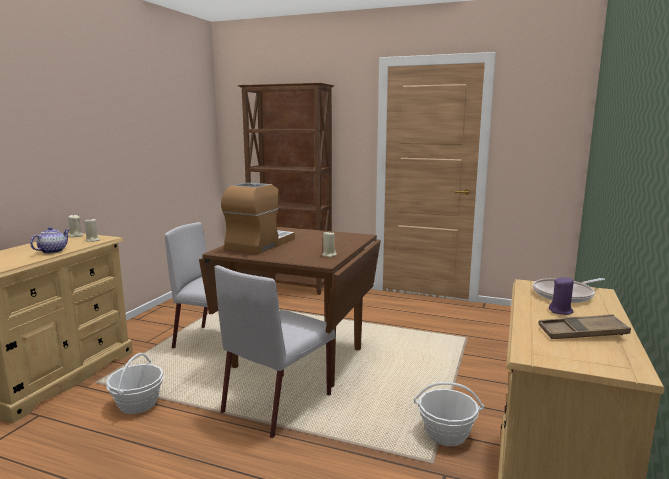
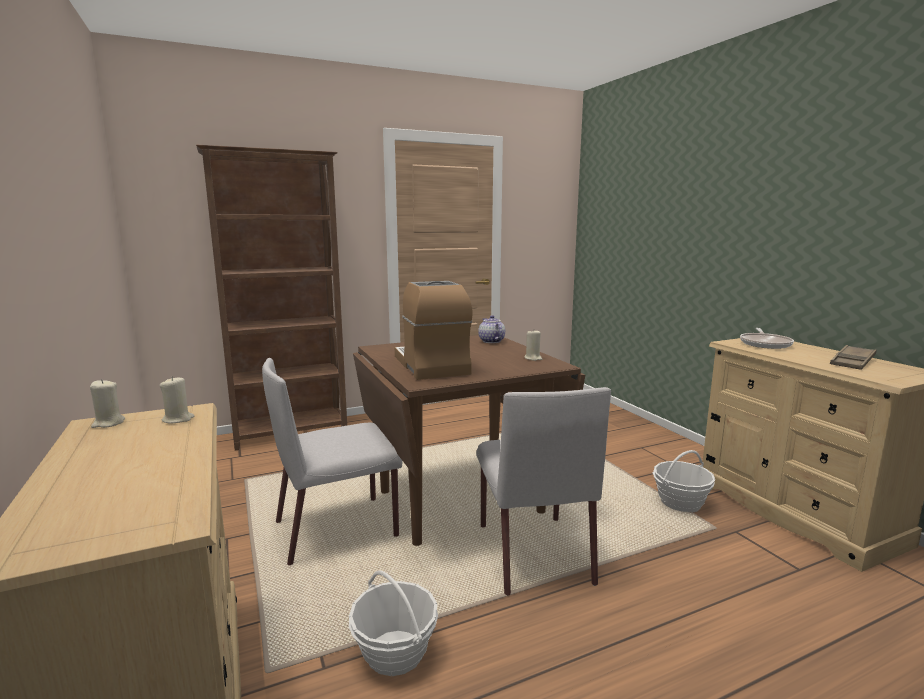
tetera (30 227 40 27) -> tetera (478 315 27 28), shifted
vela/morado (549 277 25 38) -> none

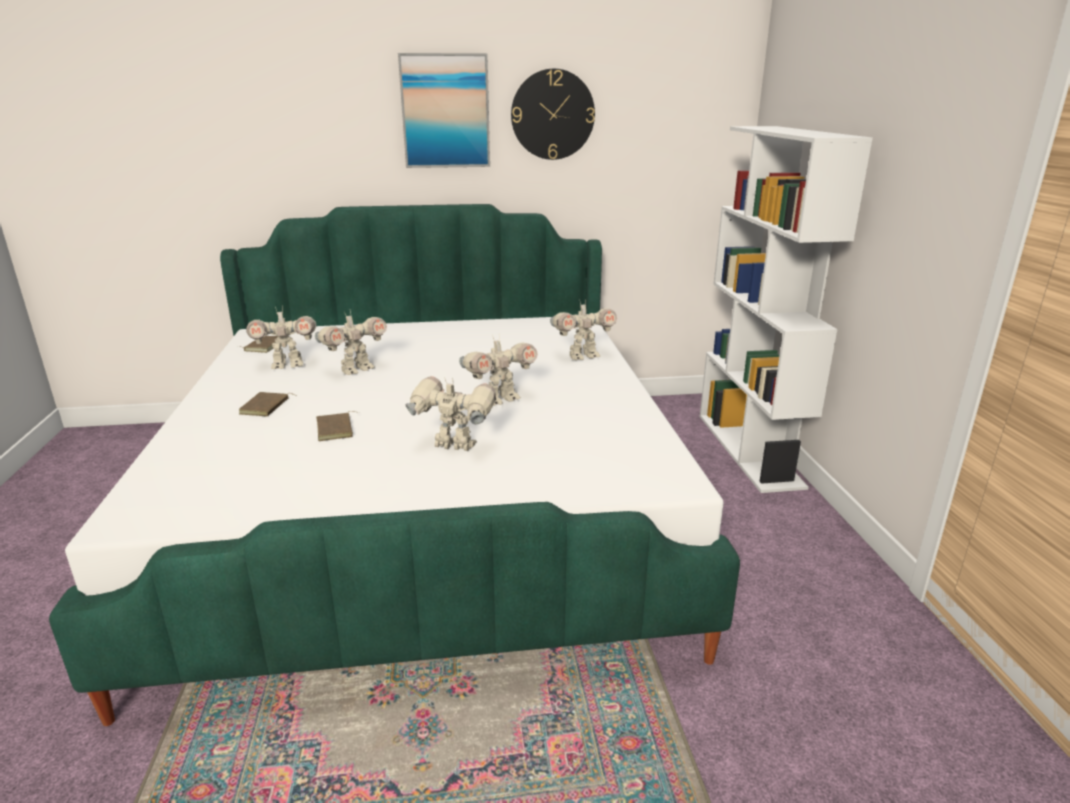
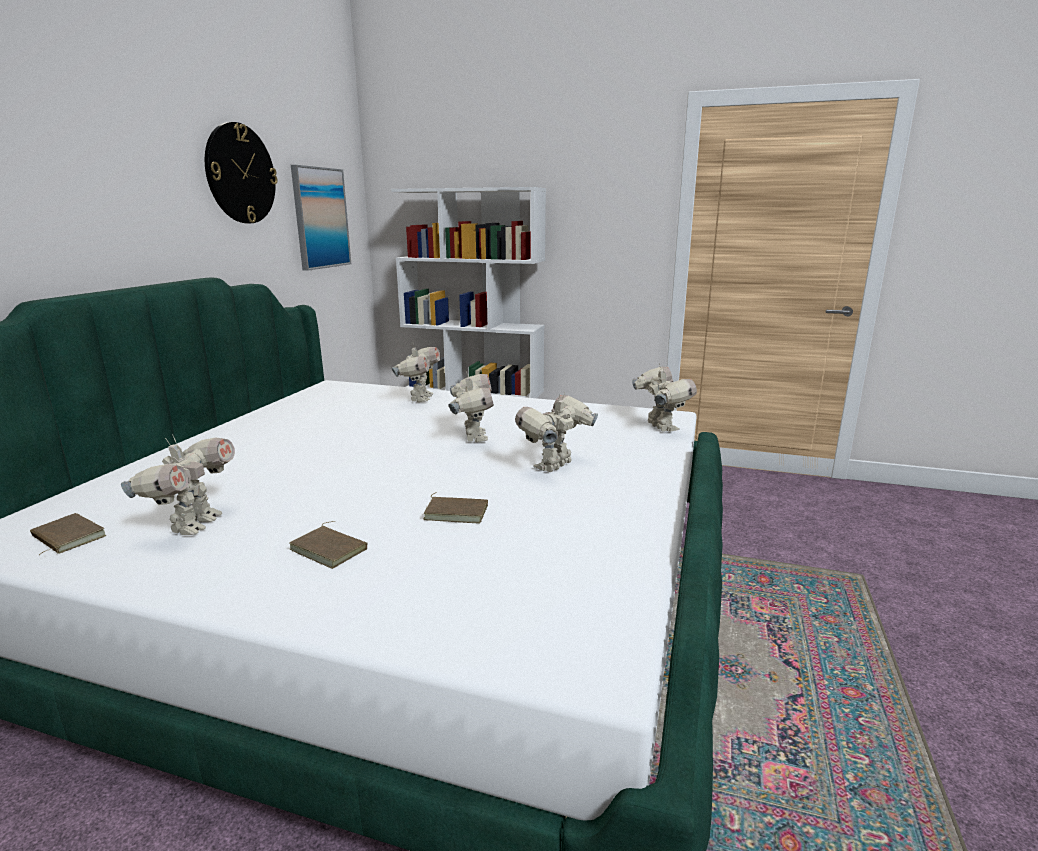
cuadro (398 53 92 115) -> cuadro (291 165 60 106), shifted
robot de juguete (315 311 72 64) -> robot de juguete (632 364 65 68), shifted

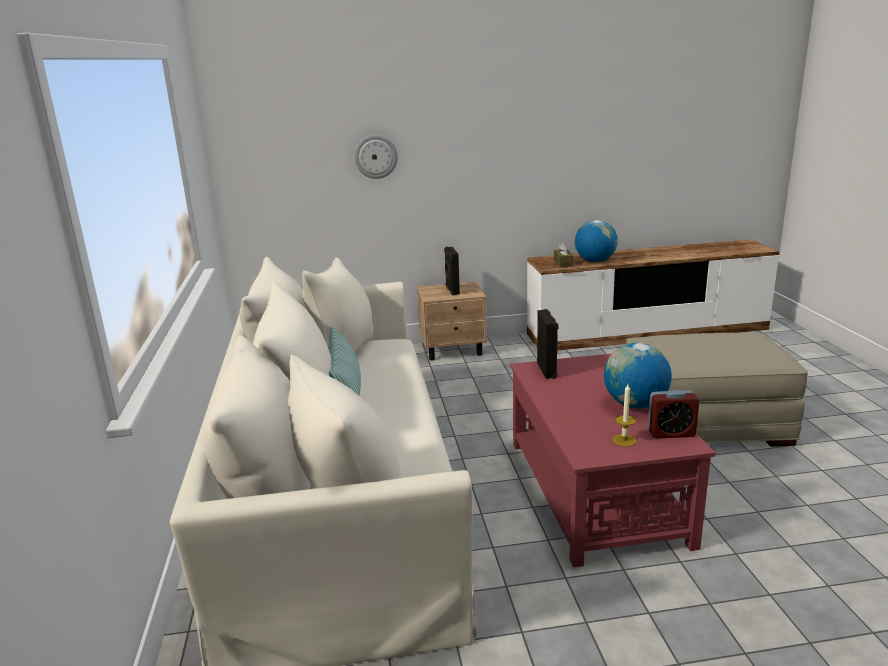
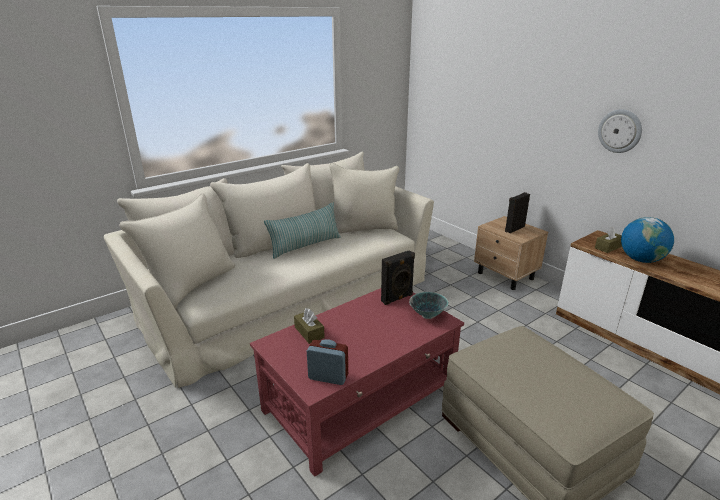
reloj de pared (354 134 44 45) -> reloj de pared (598 109 44 44), shifted
globo terráqueo (604 343 68 65) -> none
vela (612 384 24 62) -> none
despertador (648 390 51 49) -> despertador (307 339 41 46), 135 degrees clockwise
none -> cuenco (409 292 40 27)
none -> caja de pañuelos/marrón (294 308 31 36)

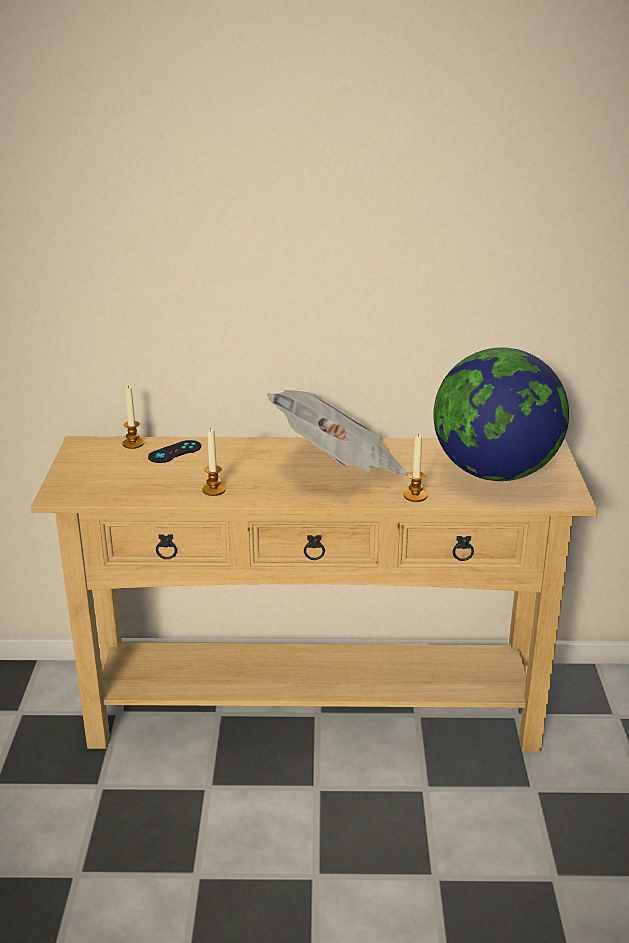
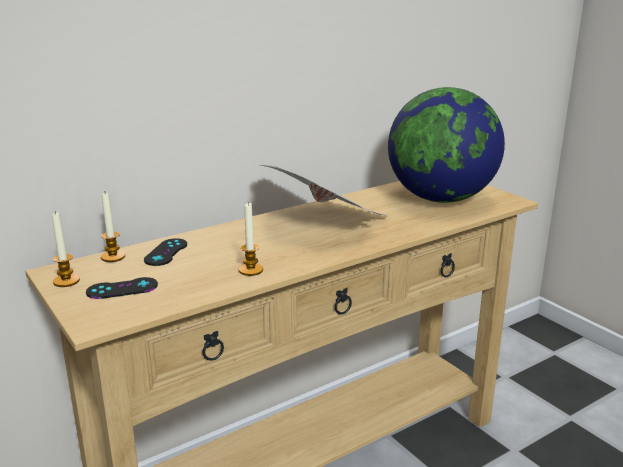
vela (404 434 23 68) -> vela (52 211 28 76), shifted
none -> mando de consola/negro (86 277 72 22)

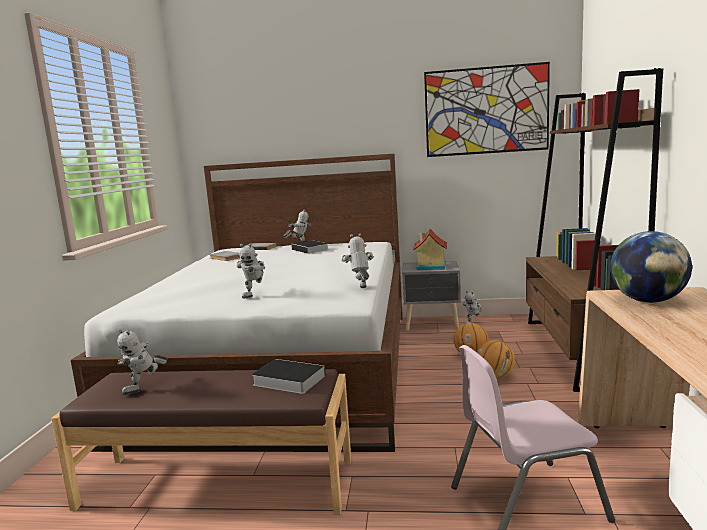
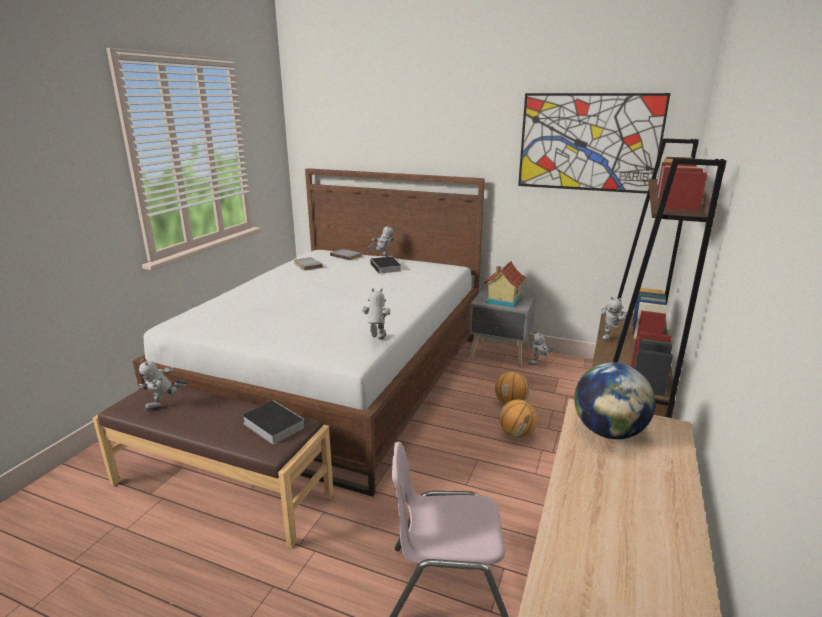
robot de juguete (237 243 28 55) -> robot de juguete (601 297 26 44), shifted

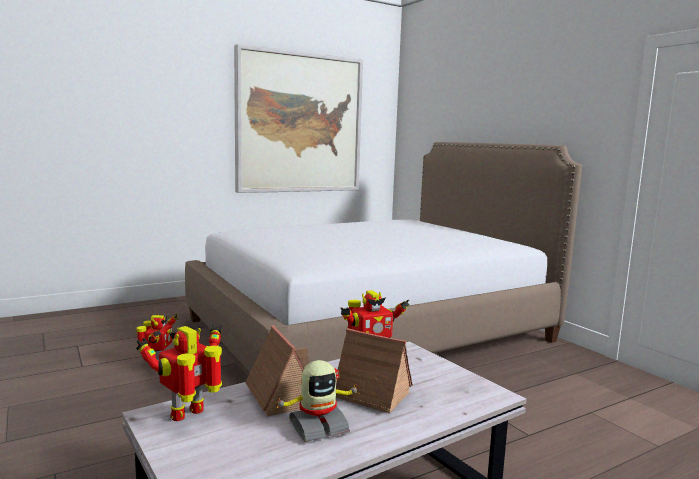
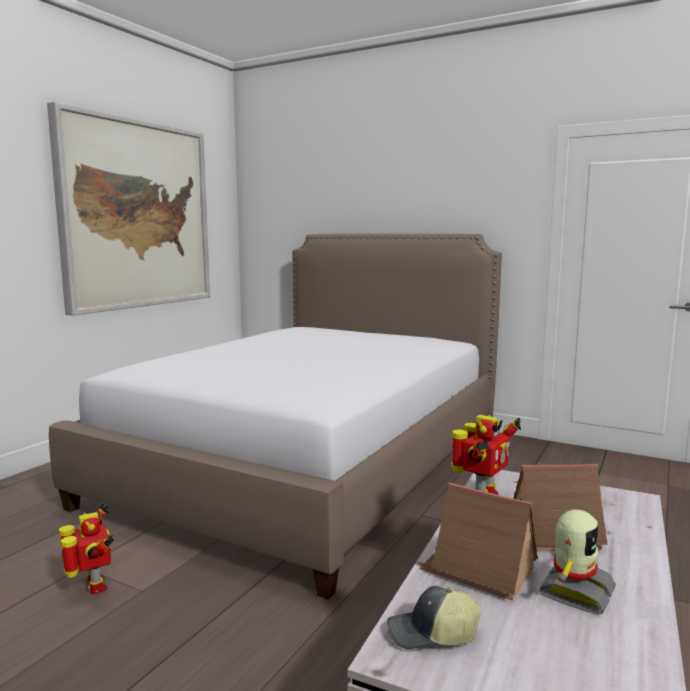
robot de juguete (136 324 86 97) -> gorra (387 585 95 64)

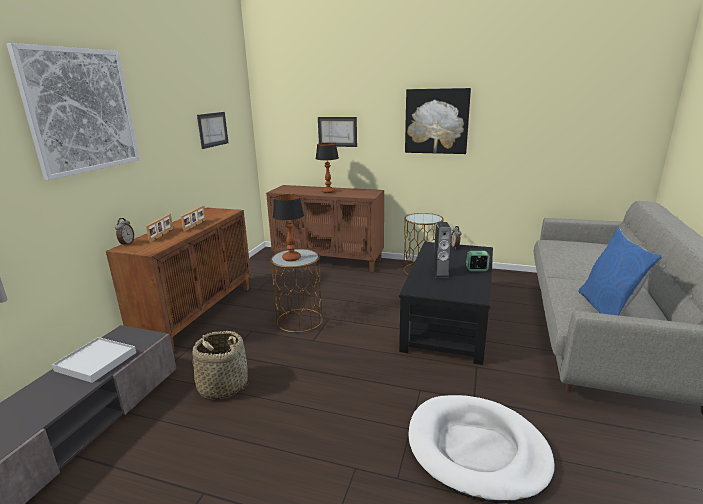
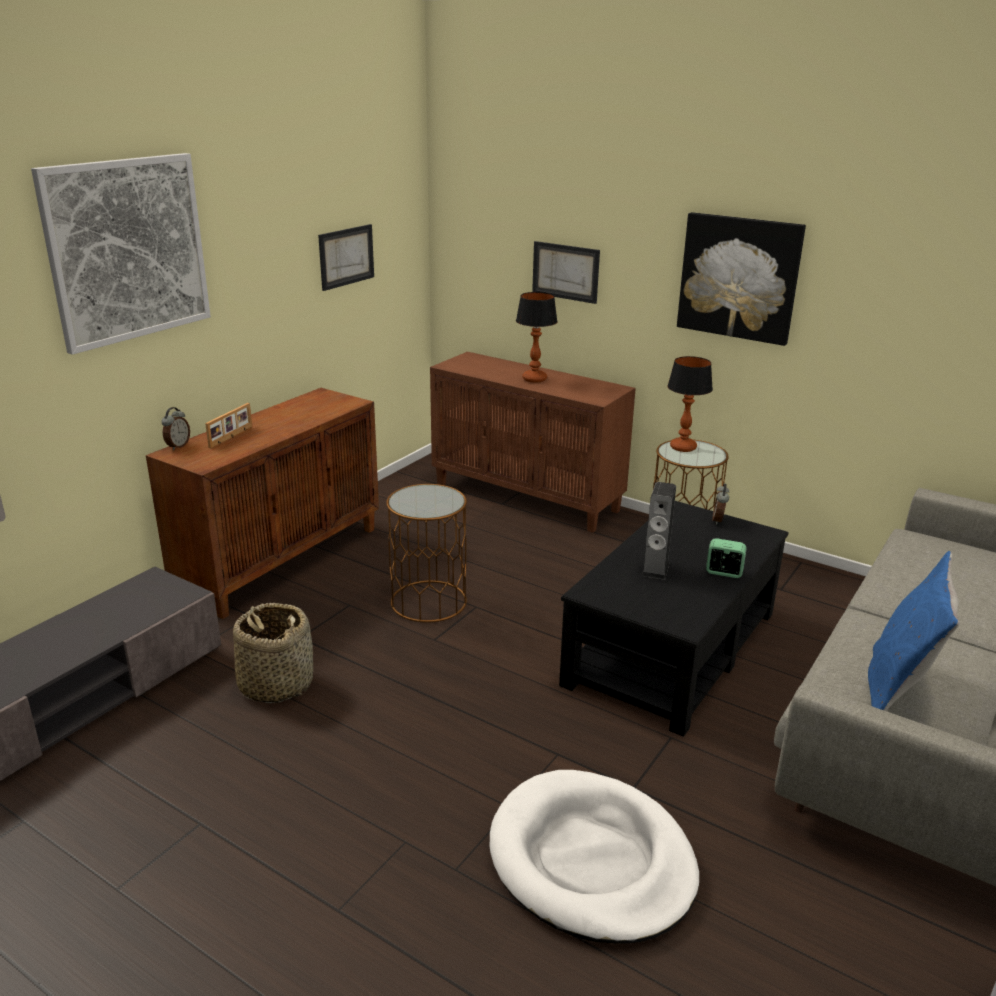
lámpara de mesa (273 194 31 67) -> lámpara de mesa (667 356 46 96), shifted
portarretratos (181 206 25 26) -> none
bandeja/blanco (52 337 84 46) -> none

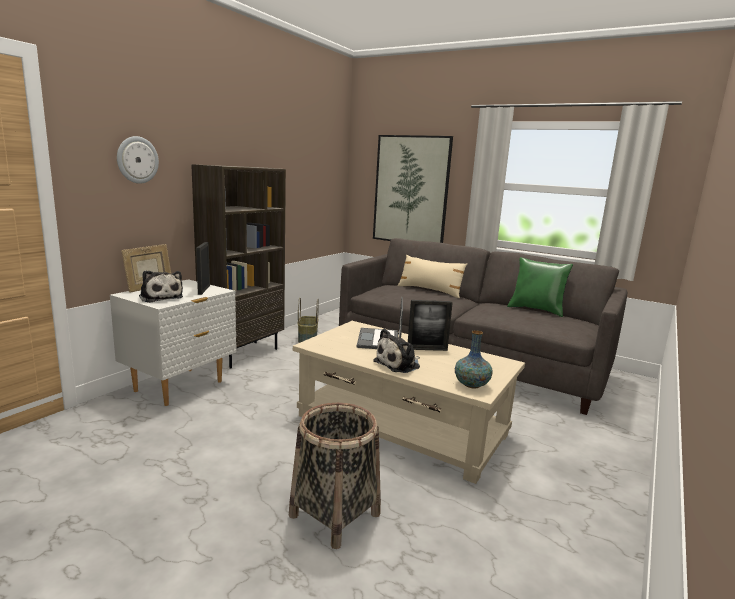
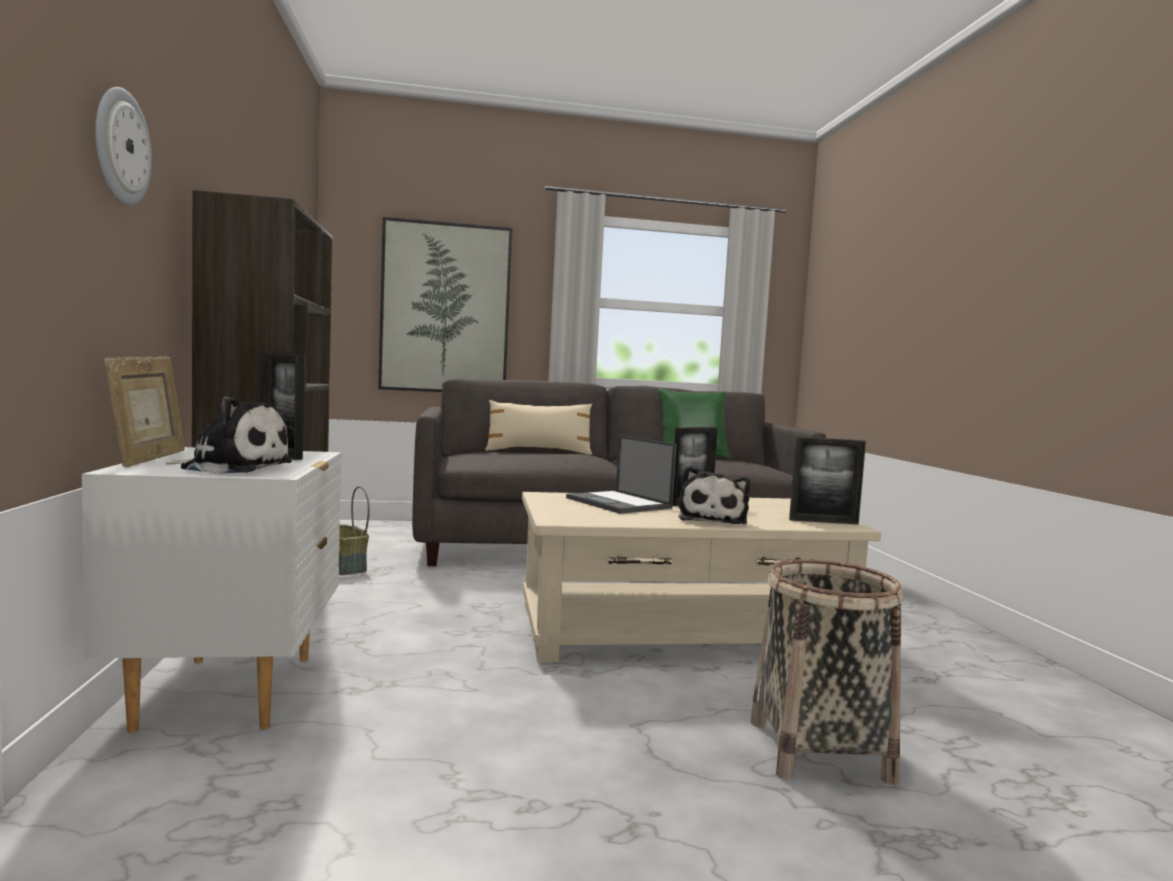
florero (455 330 37 59) -> portarretratos (789 437 77 88)

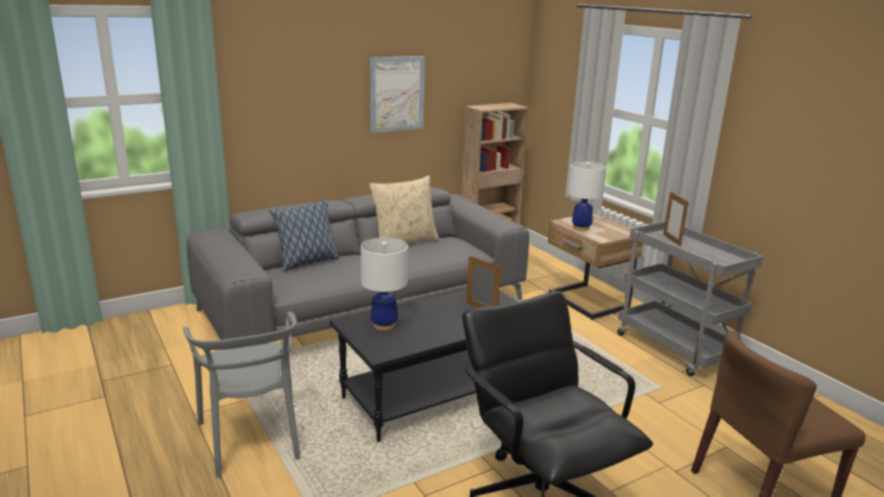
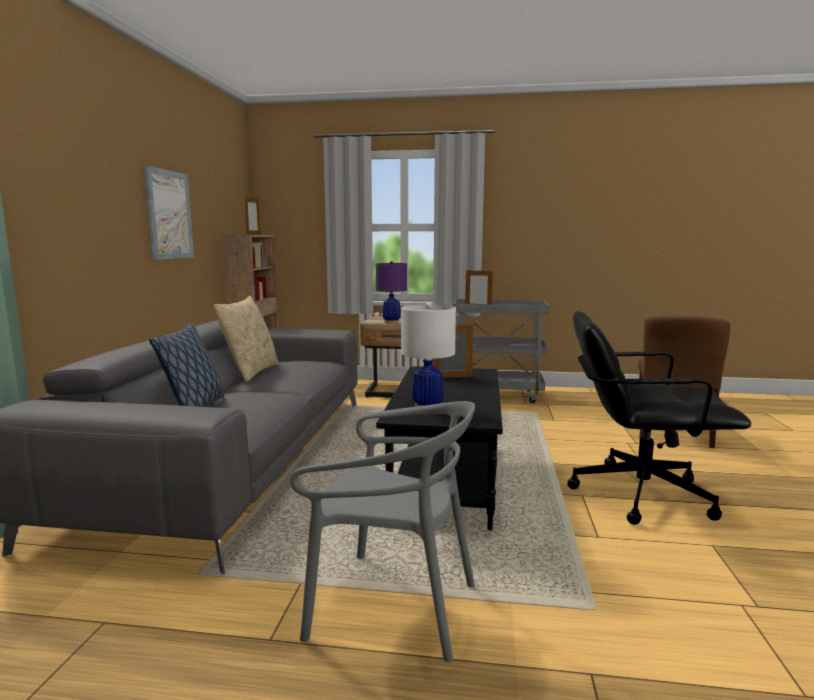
lámpara de mesa/blanco (568 161 38 70) -> lámpara de mesa/morado (376 261 31 63)
none -> portarretratos (244 195 16 40)

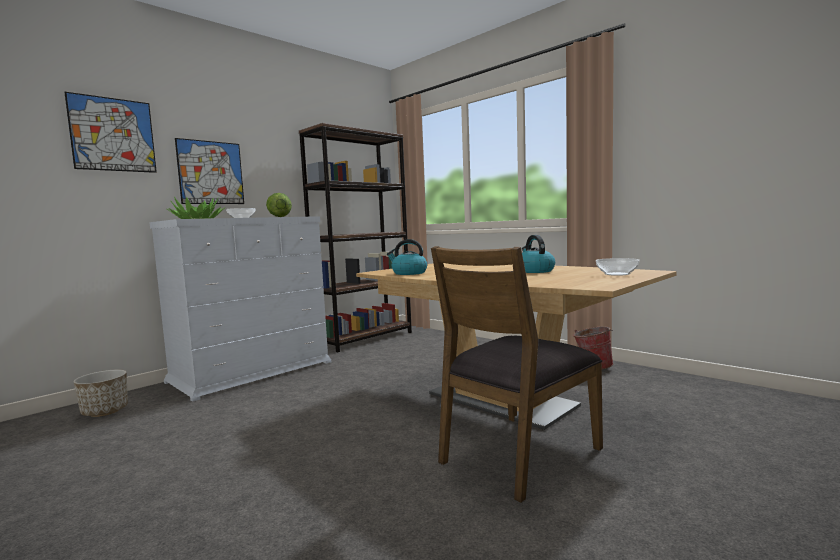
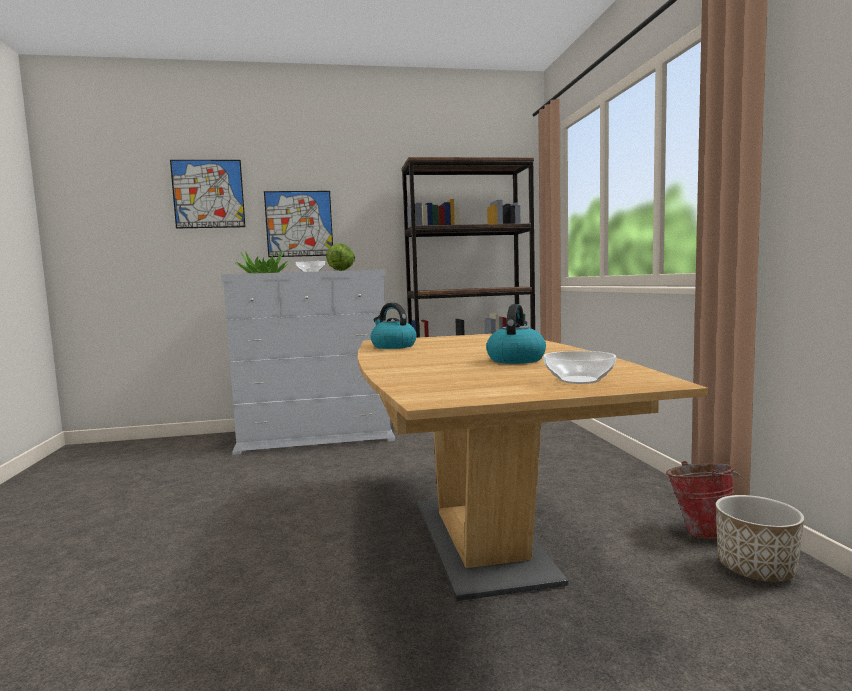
silla/marrón (431 246 172 256) -> none
maceta (73 370 55 47) -> maceta (716 495 88 87), shifted

